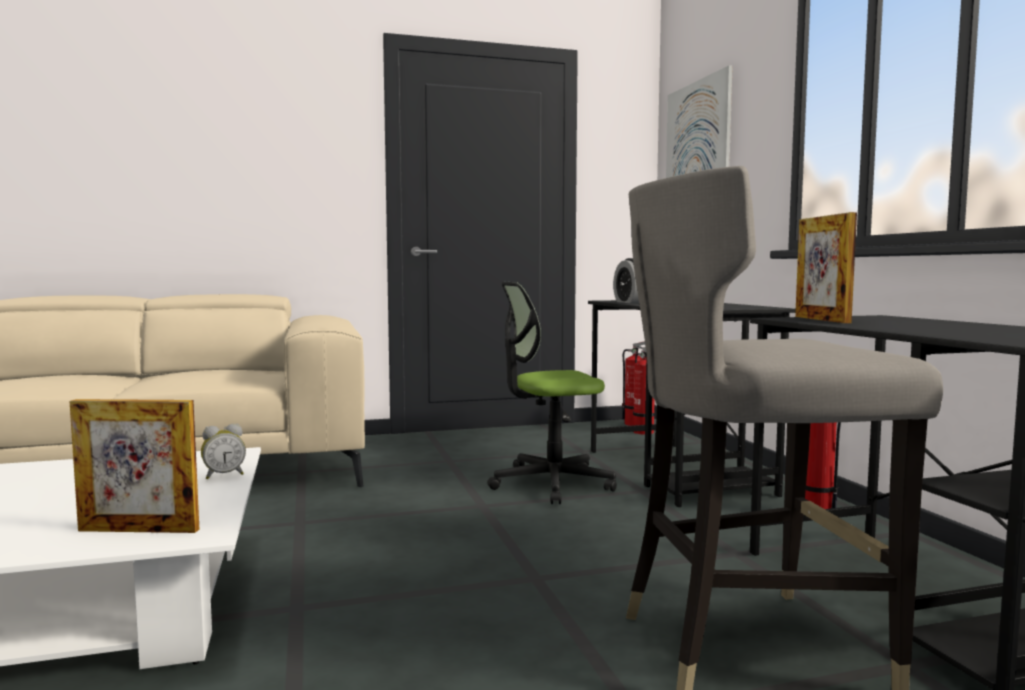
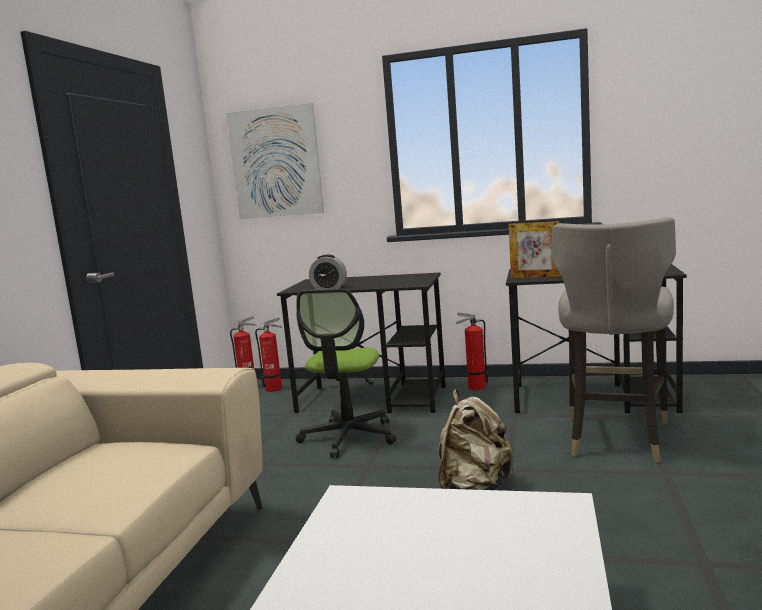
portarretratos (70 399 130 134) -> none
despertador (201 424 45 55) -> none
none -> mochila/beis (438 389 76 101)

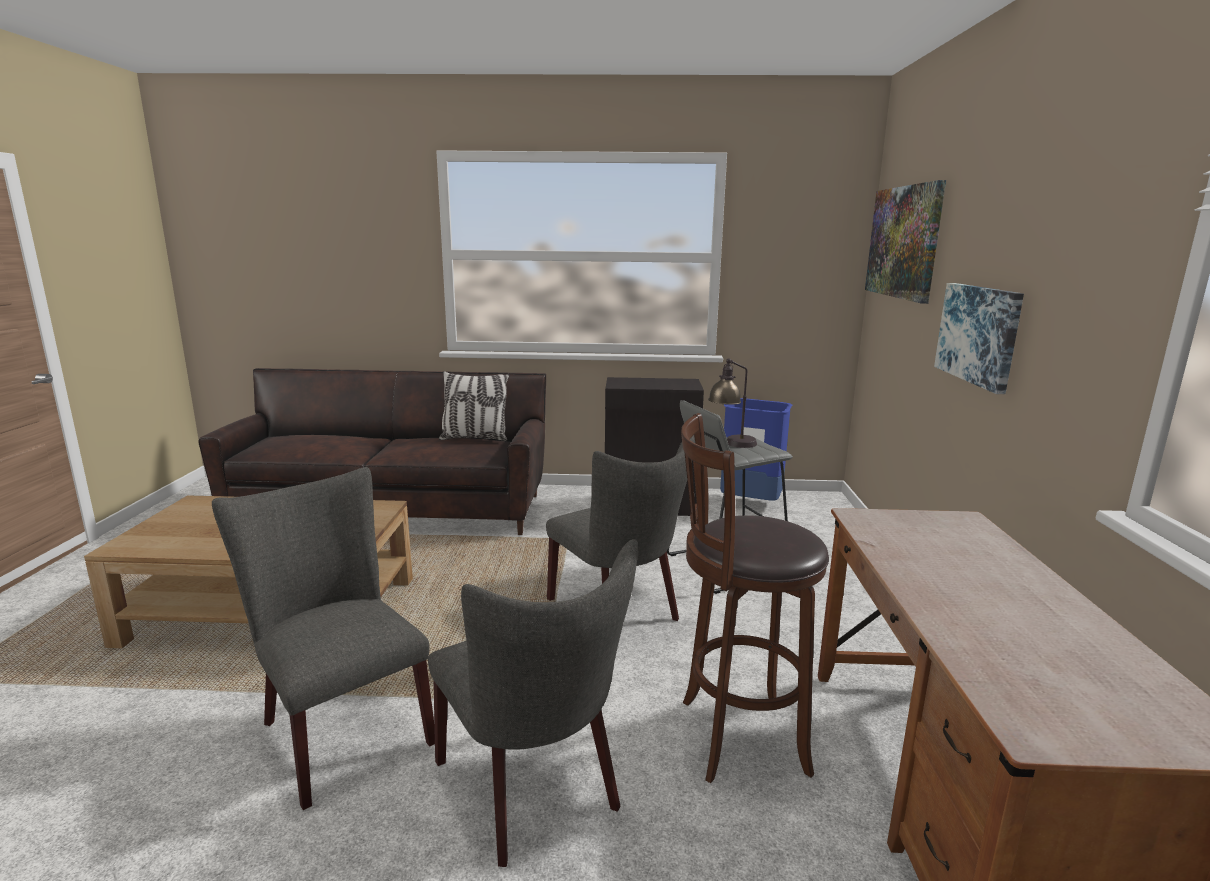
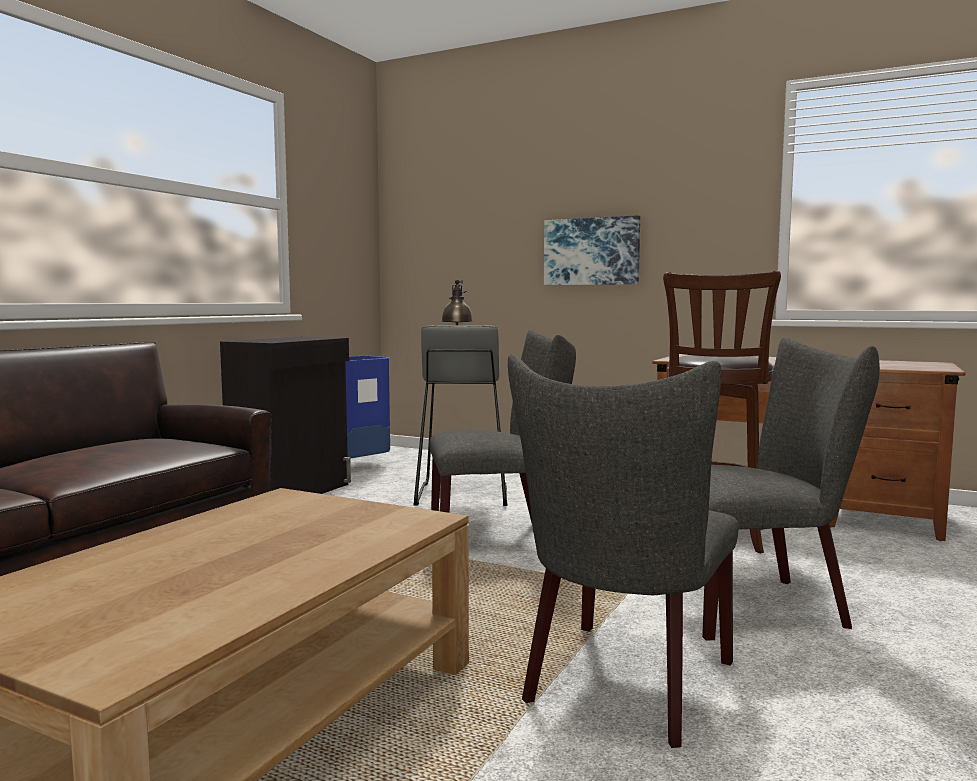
cuadro (865 180 81 124) -> none
cojín (439 371 70 70) -> none
silla/gris (212 467 223 343) -> silla/gris (508 354 231 394), 45 degrees counterclockwise

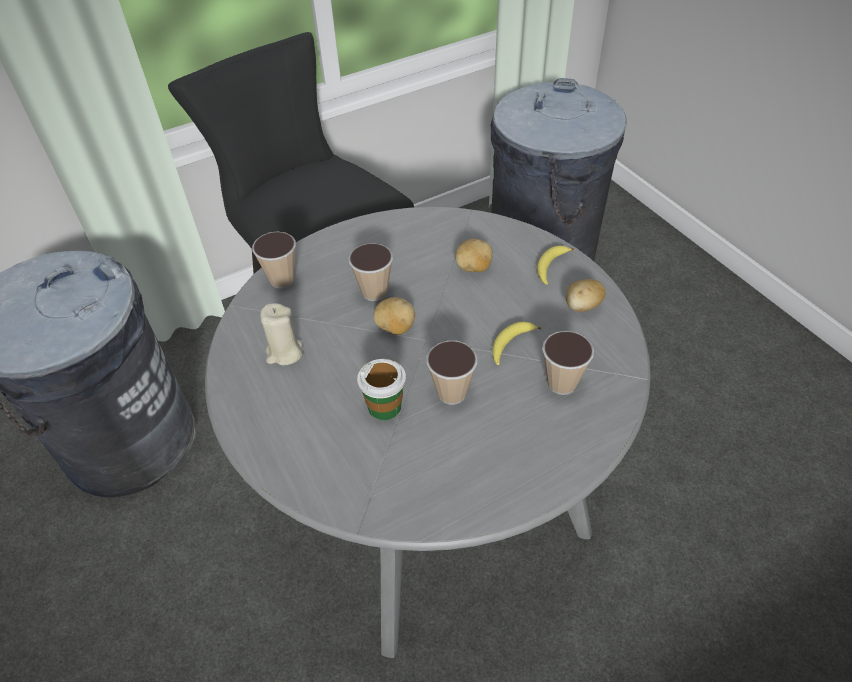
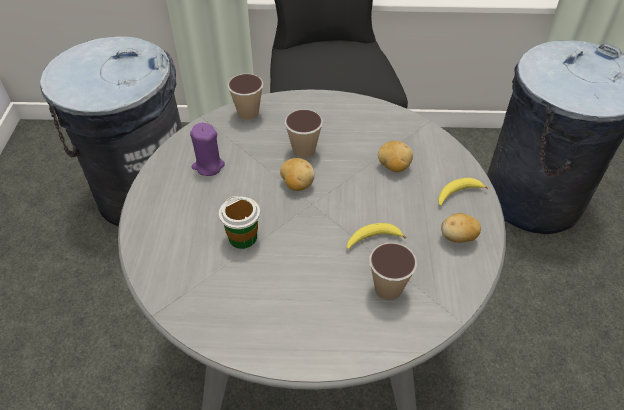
vela/beis (260 303 43 63) -> vela/morado (190 123 35 53)
taza (426 341 51 64) -> none

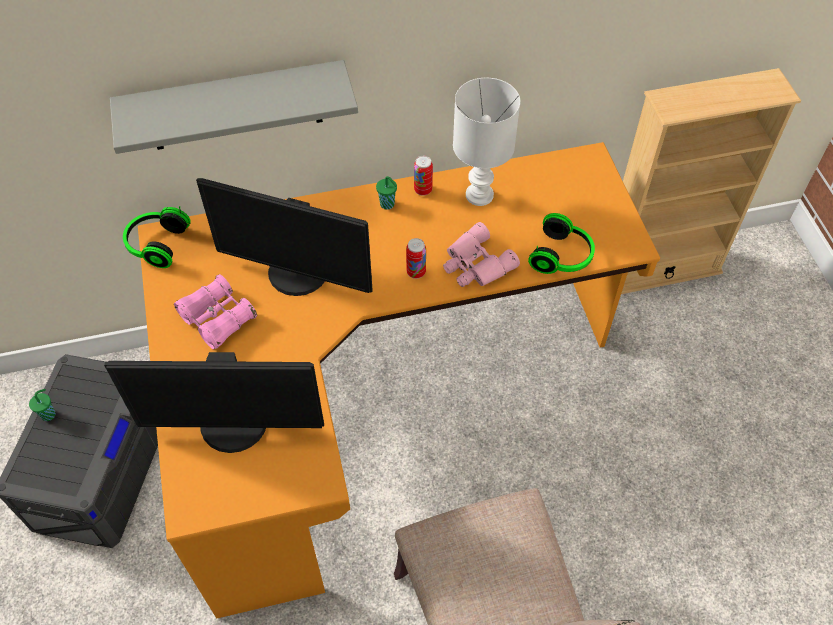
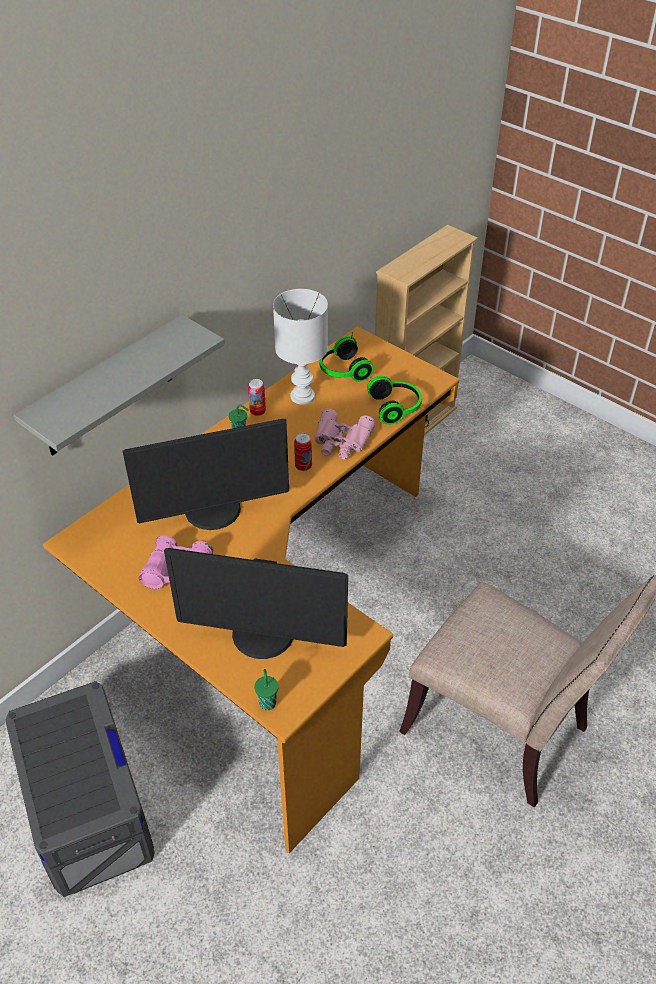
auriculares (123 206 68 62) -> auriculares (319 332 55 50), shifted
monitor (104 352 220 101) -> monitor (164 548 184 111), 45 degrees clockwise
taza/verde (29 389 27 32) -> taza/verde (254 669 25 41), shifted

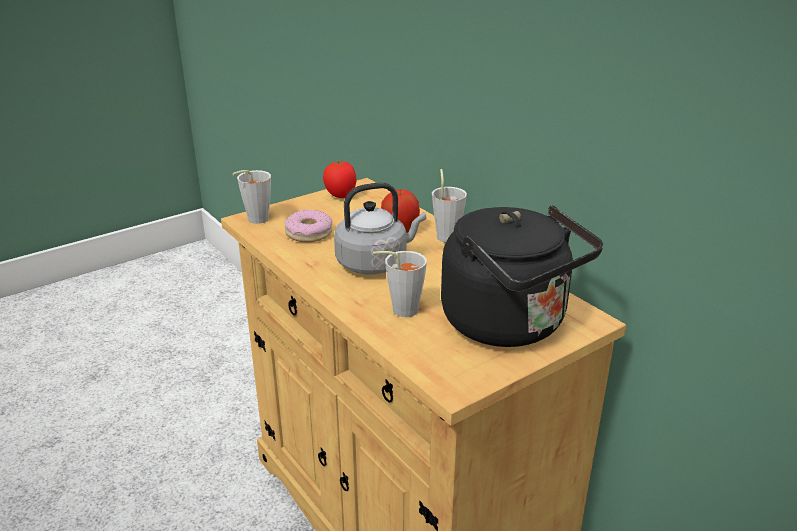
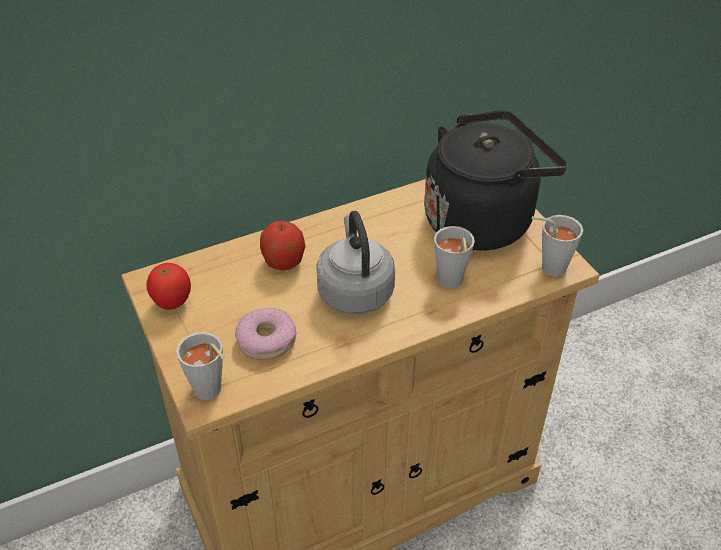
taza/gris (432 169 35 73) -> taza/gris (532 215 51 62), shifted

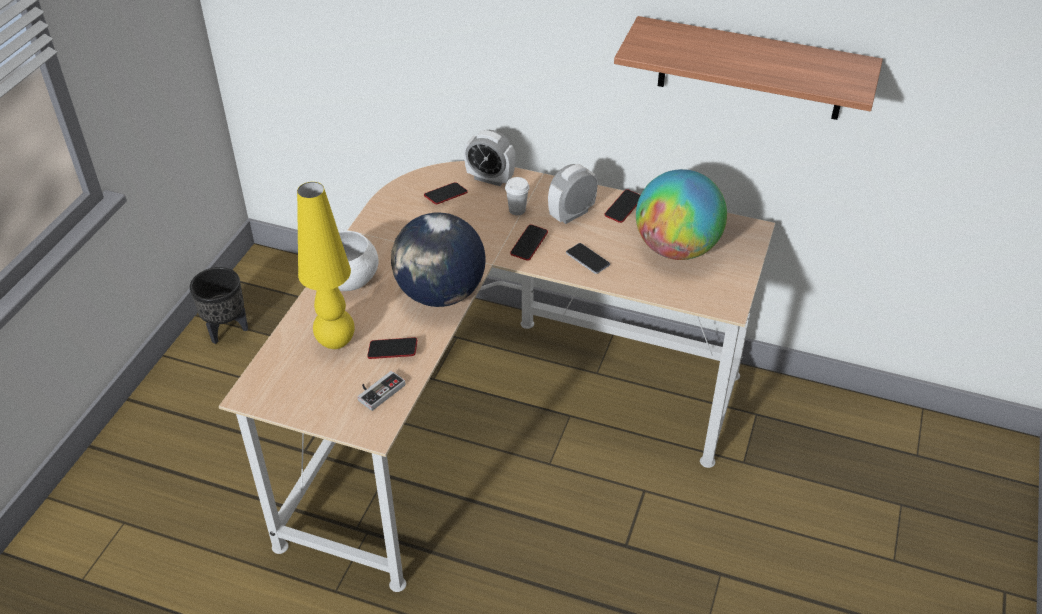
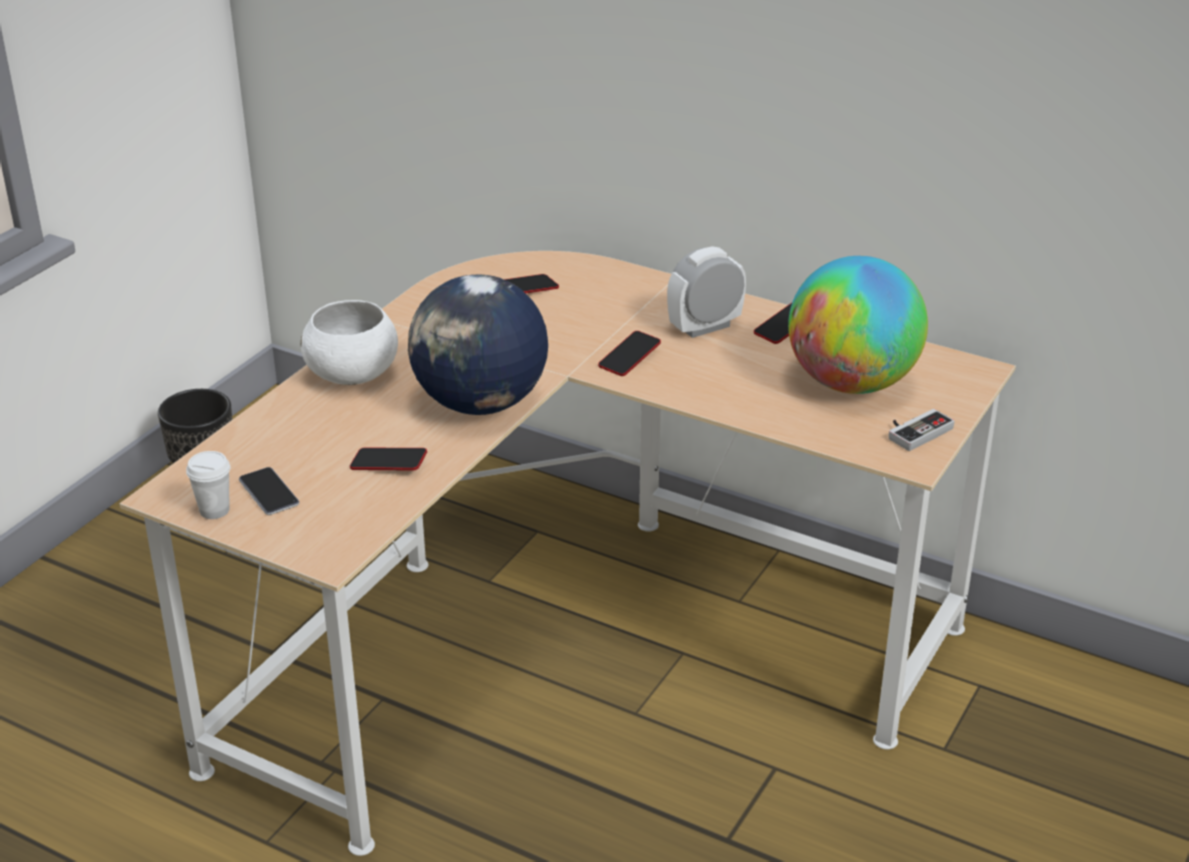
estante (614 16 269 104) -> none
despertador (464 130 52 56) -> none
taza/blanco (505 177 25 38) -> taza/blanco (186 451 45 68), shifted
lámpara de mesa/amarillo (297 182 58 167) -> none
móvil (566 243 44 31) -> móvil (239 467 60 48), shifted
mando de consola (357 371 48 40) -> mando de consola (888 409 66 42), shifted

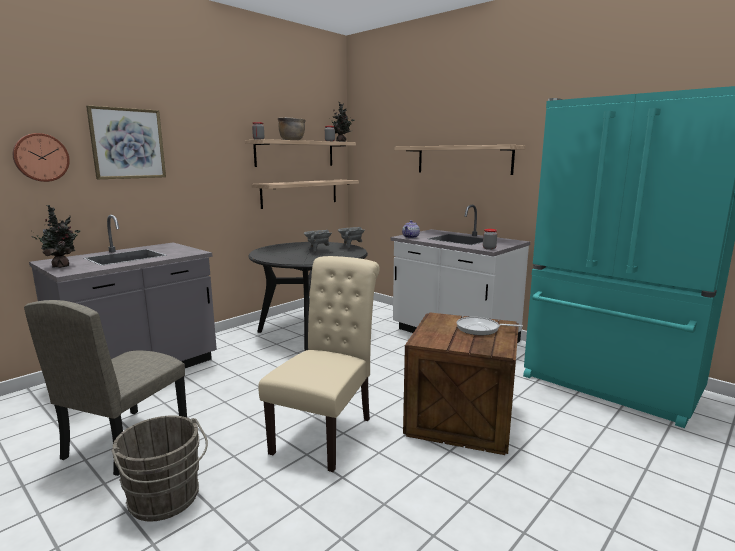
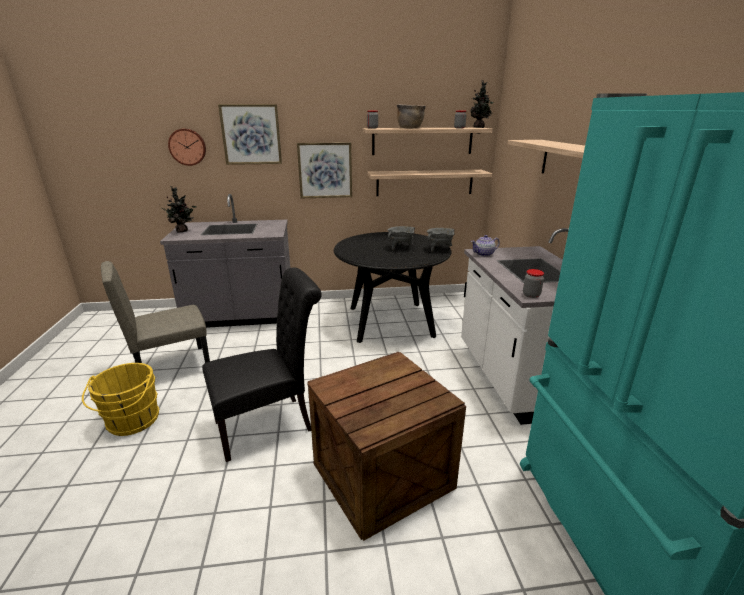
silla/beis (258 256 122 216) -> silla/negro (202 267 120 195)
sartén (457 317 66 18) -> none
cubo/gris (112 416 96 106) -> cubo/amarillo (82 363 78 73)
none -> cuadro (297 142 55 56)

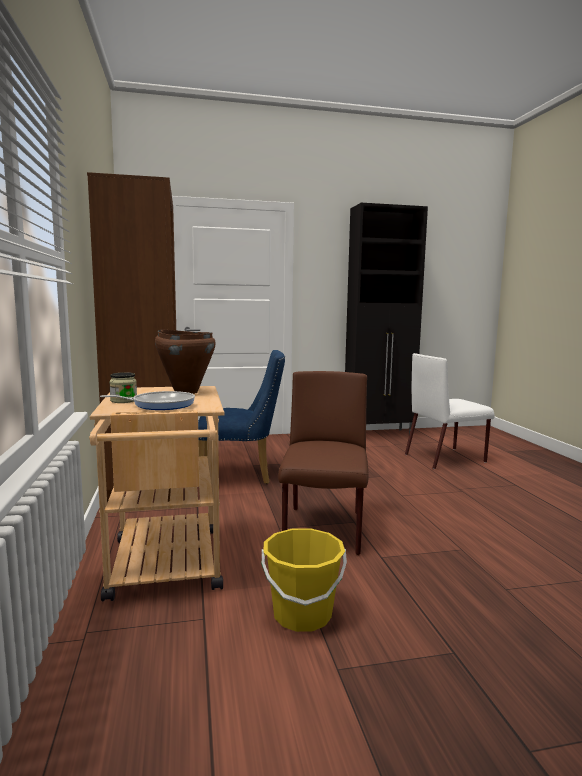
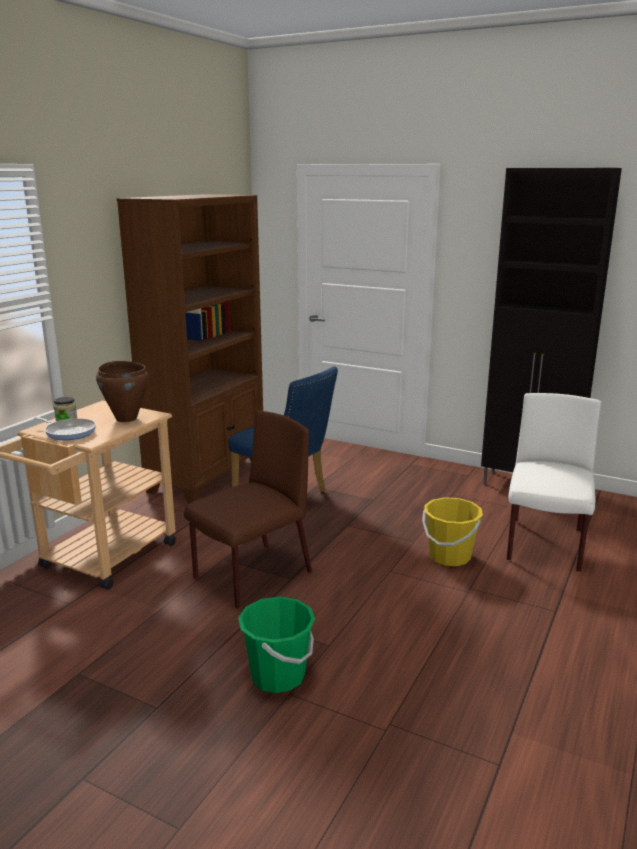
silla/blanco (405 353 90 116) -> silla/blanco (507 393 94 179), 90 degrees clockwise
cubo/amarillo (262 529 85 103) -> cubo/amarillo (422 497 61 69), shifted
none -> cubo/verde (238 596 77 97)

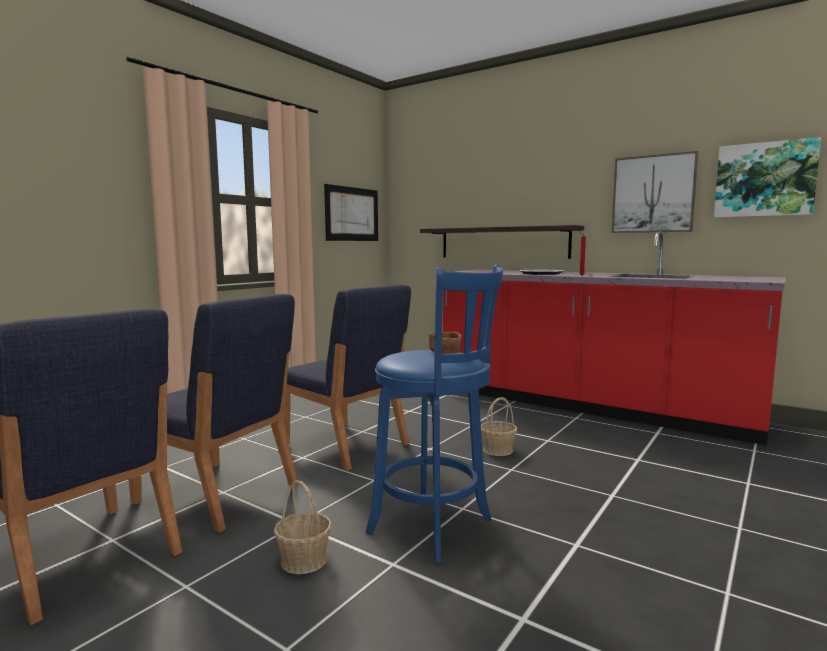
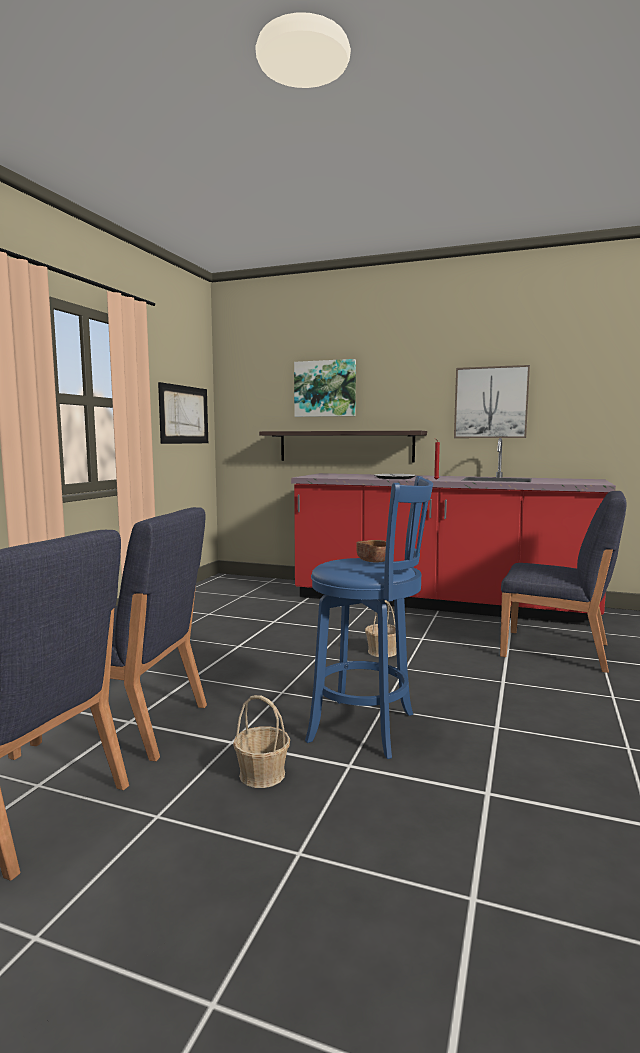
cuadro (714 137 107 81) -> cuadro (294 359 62 58), shifted
silla/azul (284 285 127 186) -> silla/azul (500 491 127 182), shifted

